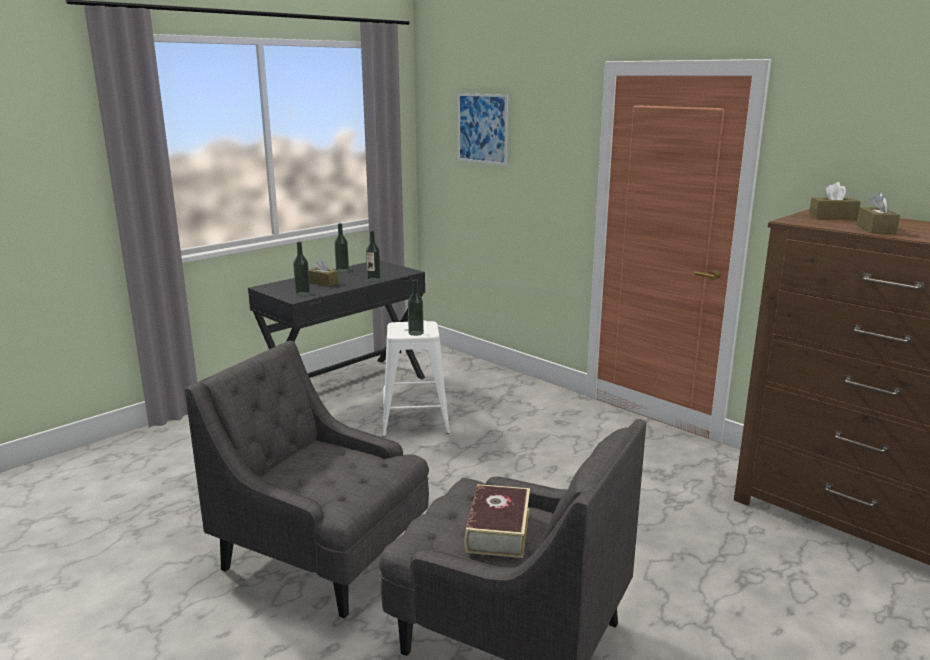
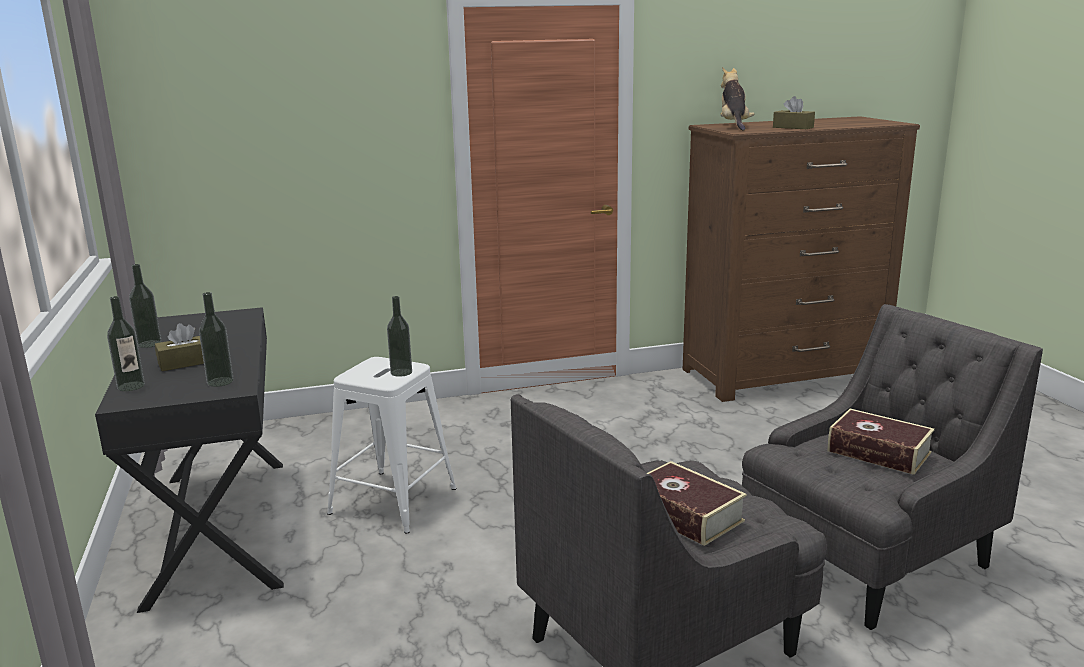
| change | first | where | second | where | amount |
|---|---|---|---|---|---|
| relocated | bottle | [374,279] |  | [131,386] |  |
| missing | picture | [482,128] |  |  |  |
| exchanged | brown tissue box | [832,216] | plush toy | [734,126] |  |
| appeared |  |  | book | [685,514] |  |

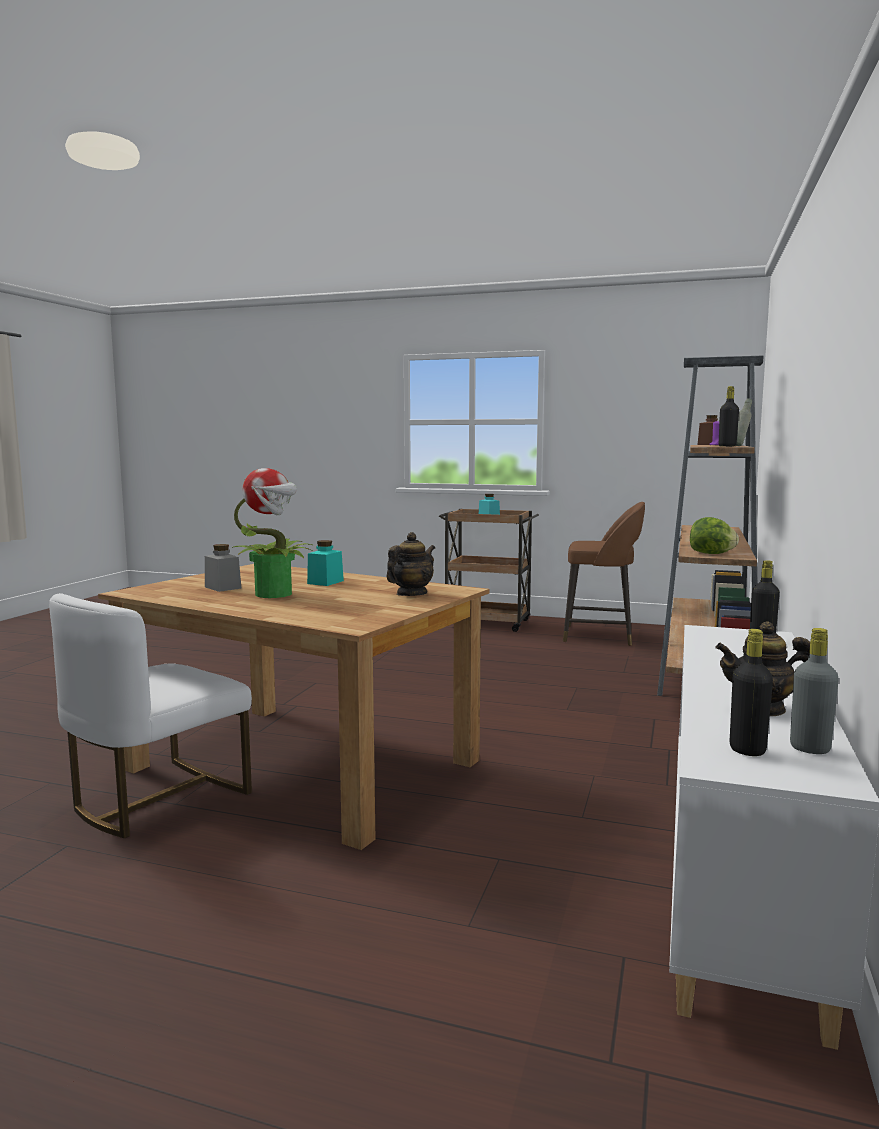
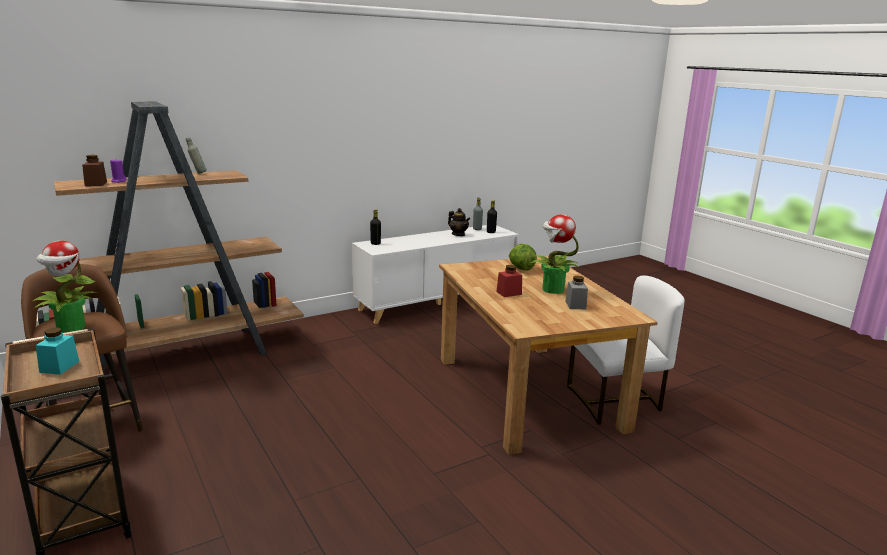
| change | first | where | second | where | amount |
|---|---|---|---|---|---|
| colour | turquoise jar | [325,582] | red jar | [509,293] |  |
| missing | teapot | [411,594] |  |  |  |
| relocated | lettuce | [711,554] |  | [521,268] |  |
| missing | black bottle | [727,446] |  |  |  |
| appeared |  |  | potted plant | [71,328] |  |

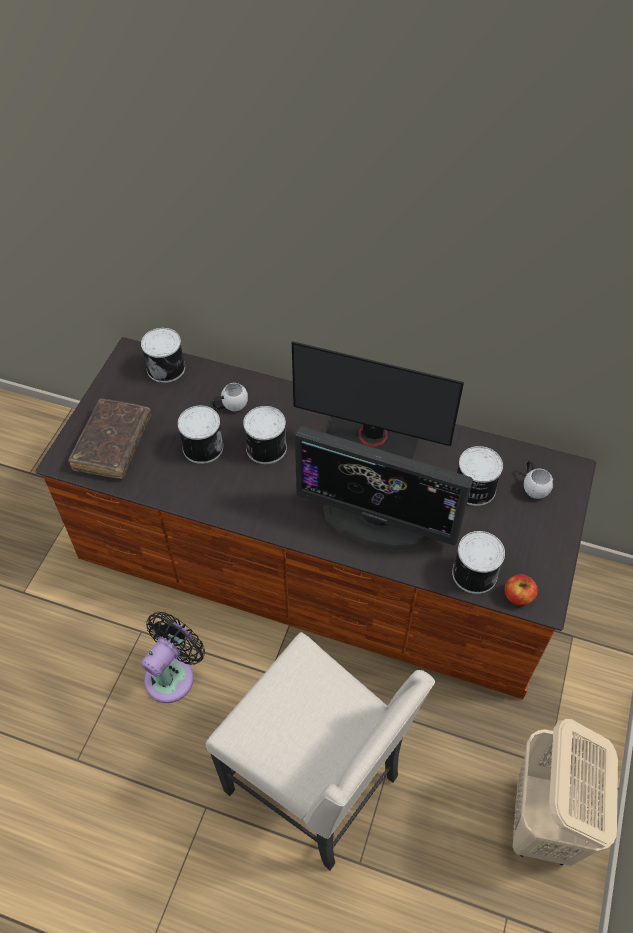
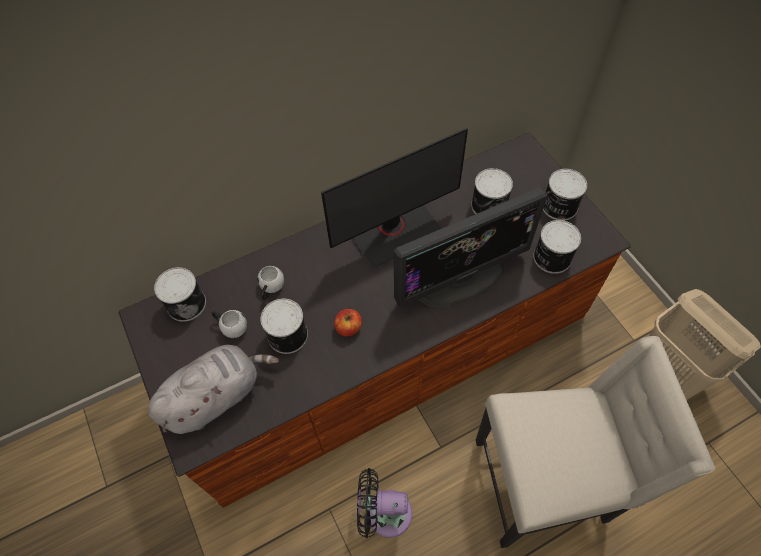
| change | first | where | second | where | amount |
|---|---|---|---|---|---|
| exchanged | brown book | [113,444] | grey plush toy | [216,396] |  |
| spun | black fan | [173,674] |  | [384,513] | 75 degrees counterclockwise |
| relocated | can | [265,447] |  | [558,206] |  |
| relocated | apple | [518,596] |  | [348,327] |  |
| relocated | white mug | [533,486] |  | [231,327] |  |

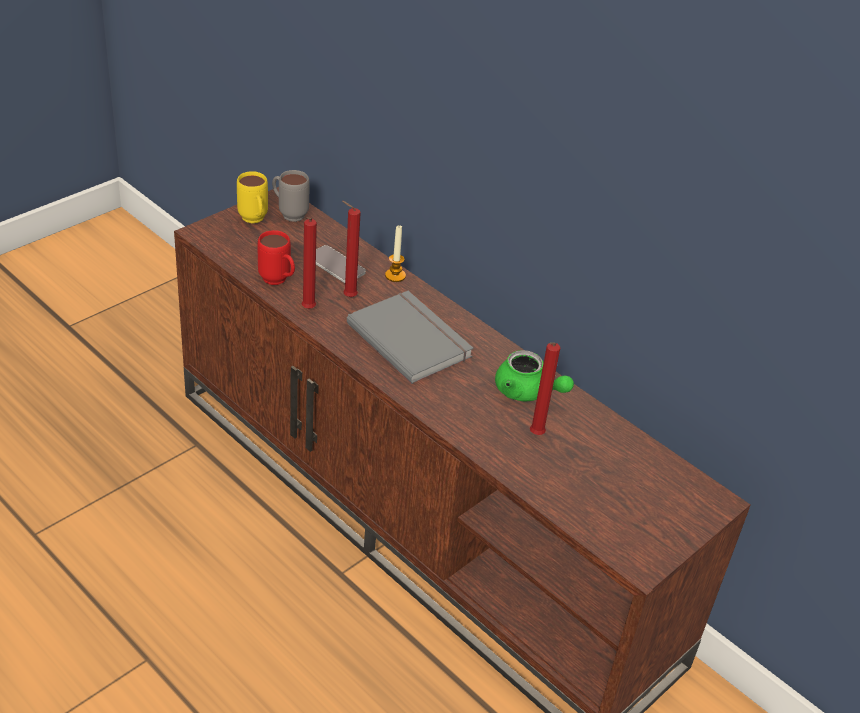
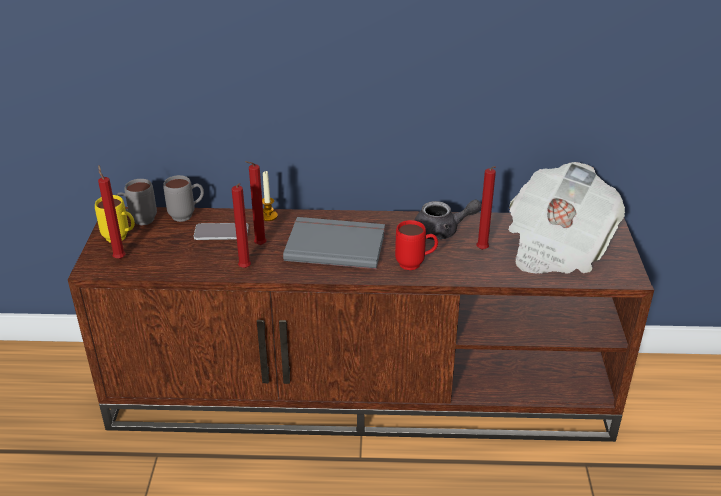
| change | first | where | second | where | amount |
|---|---|---|---|---|---|
| relocated | red mug | [278,282] |  | [415,264] |  |
| colour | green teapot | [527,392] | grey teapot | [442,231] |  |
| appeared |  |  | red candle | [119,257] |  |
| appeared |  |  | grey mug | [187,215] |  |
| appeared |  |  | newspaper | [556,246] |  |

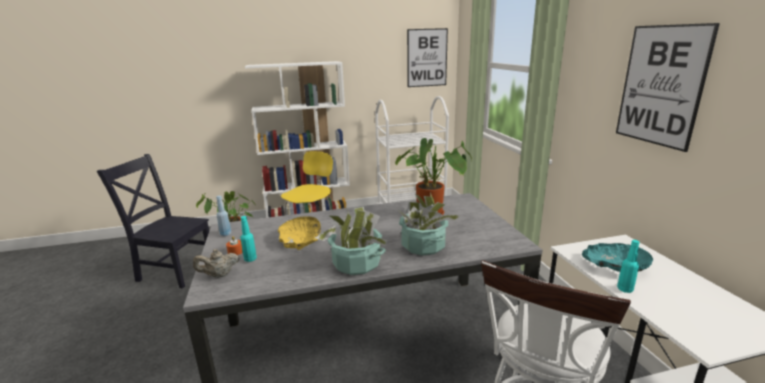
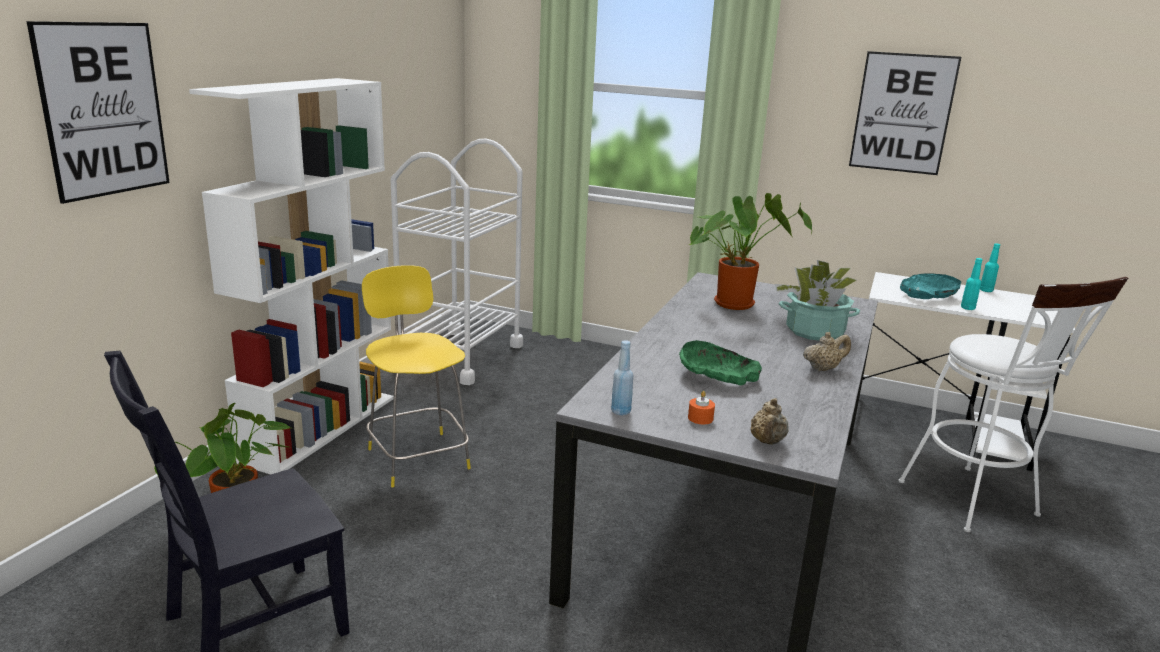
| change | first | where | second | where | amount |
|---|---|---|---|---|---|
| relocated | turquoise bottle | [250,259] |  | [986,290] |  |
| colour | yellow bowl | [301,240] | green bowl | [716,376] |  |
| exchanged | potted plant | [356,264] | beige teapot | [823,368] |  |
| relocated | picture | [427,58] |  | [104,110] |  |

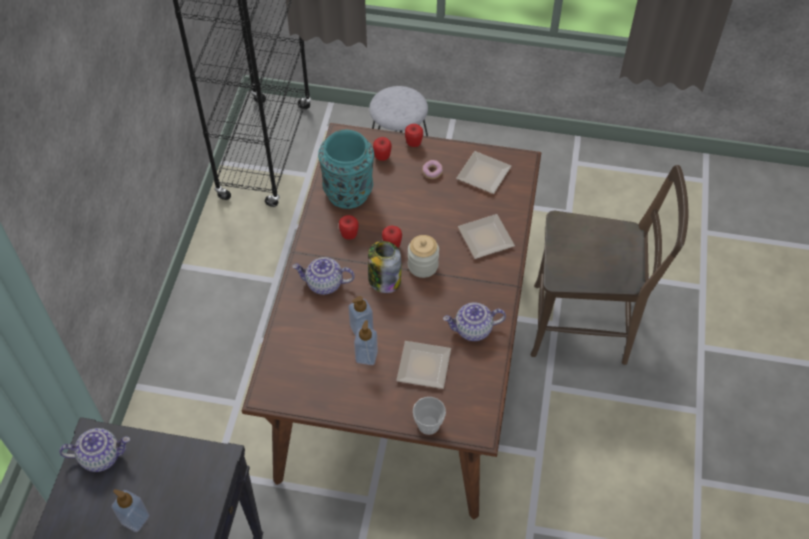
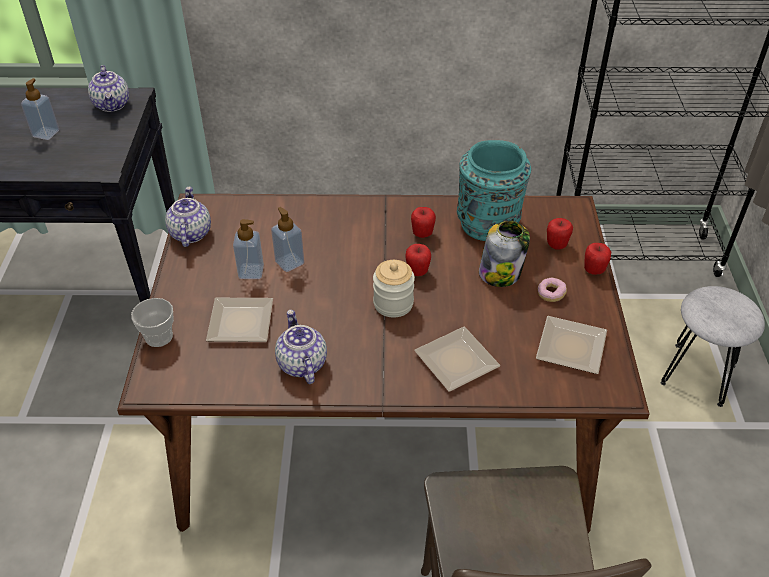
| change | first | where | second | where | amount |
|---|---|---|---|---|---|
| relocated | teapot | [324,284] |  | [190,233] |  |
| relocated | jar | [384,279] |  | [500,273] |  |

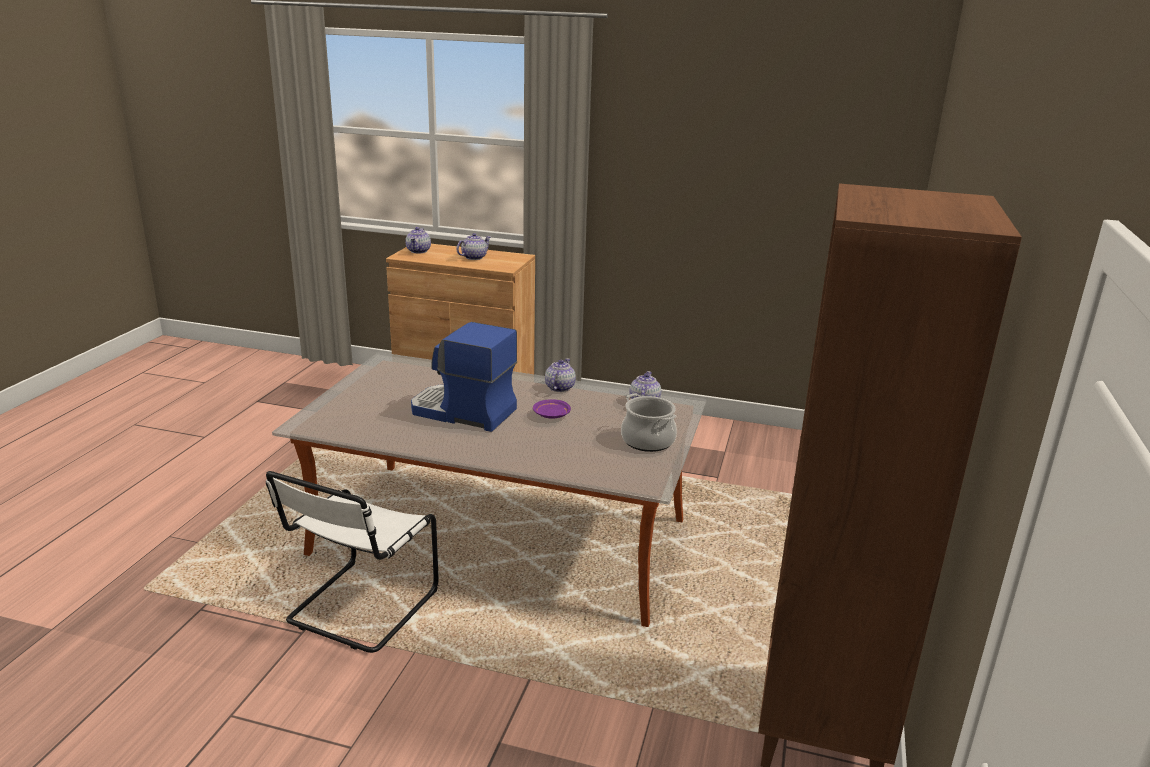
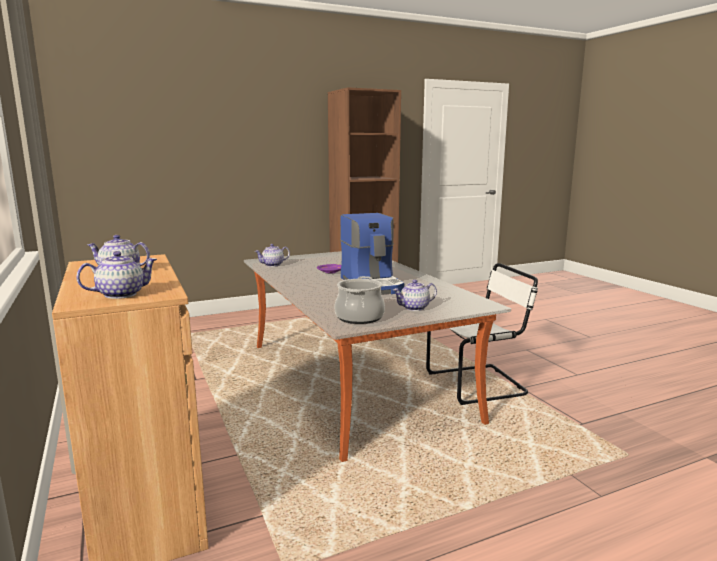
| change | first | where | second | where | amount |
|---|---|---|---|---|---|
| relocated | teapot | [559,387] |  | [414,308] |  |
| relocated | cooking pot | [647,441] |  | [359,317] |  |

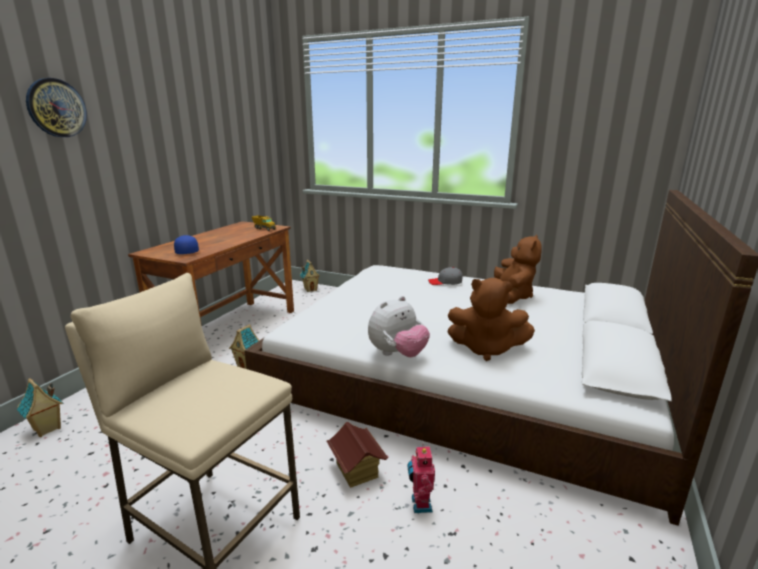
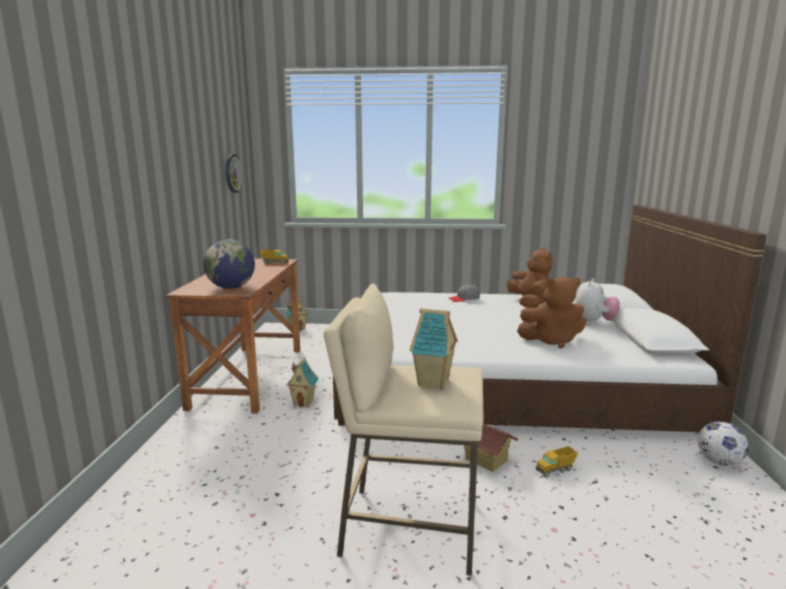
| change | first | where | second | where | amount |
|---|---|---|---|---|---|
| relocated | toy house | [47,429] |  | [434,383] |  |
| relocated | wall clock | [56,108] |  | [232,173] |  |
| exchanged | blue cap | [187,252] | globe | [231,287] |  |
| relocated | plush toy | [397,354] |  | [593,323] |  |
| exchanged | toy robot | [420,504] | toy truck | [555,470] |  |
| appeared |  |  | football | [719,462] |  |

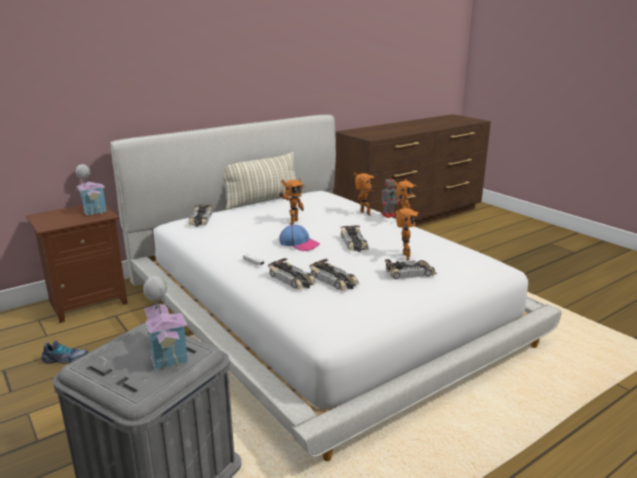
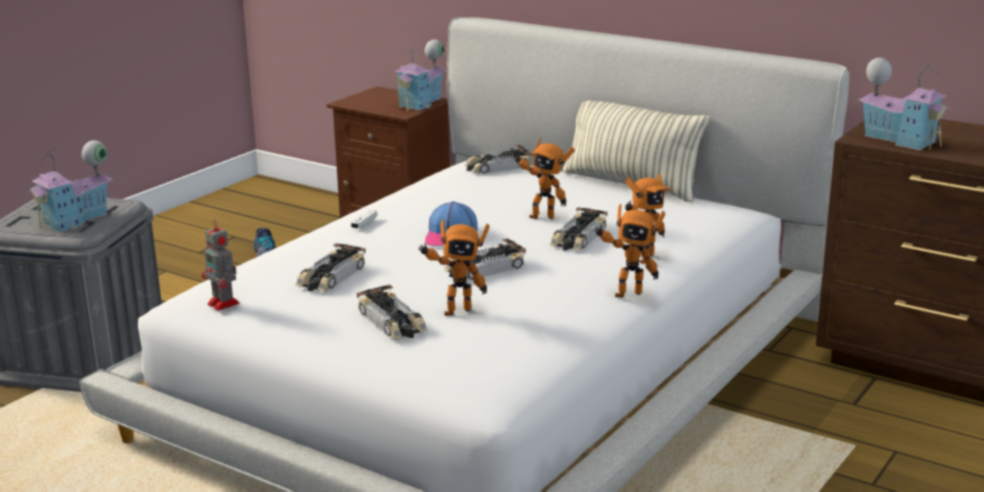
| change | first | where | second | where | amount |
|---|---|---|---|---|---|
| relocated | toy car | [292,280] |  | [578,238] |  |
| relocated | toy robot | [389,215] |  | [224,304] |  |
| appeared |  |  | toy house | [900,140] |  |

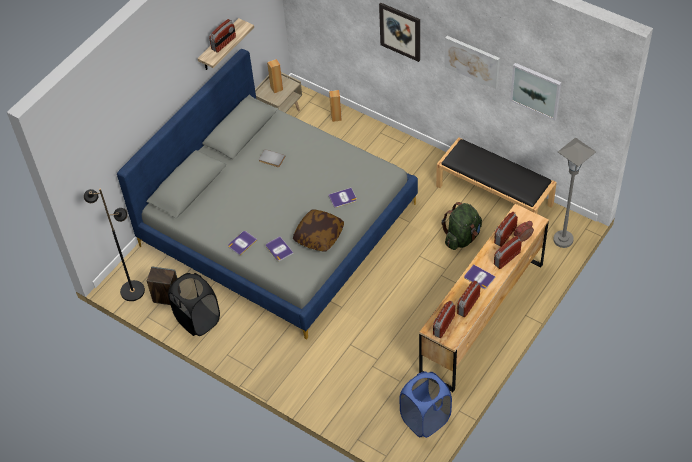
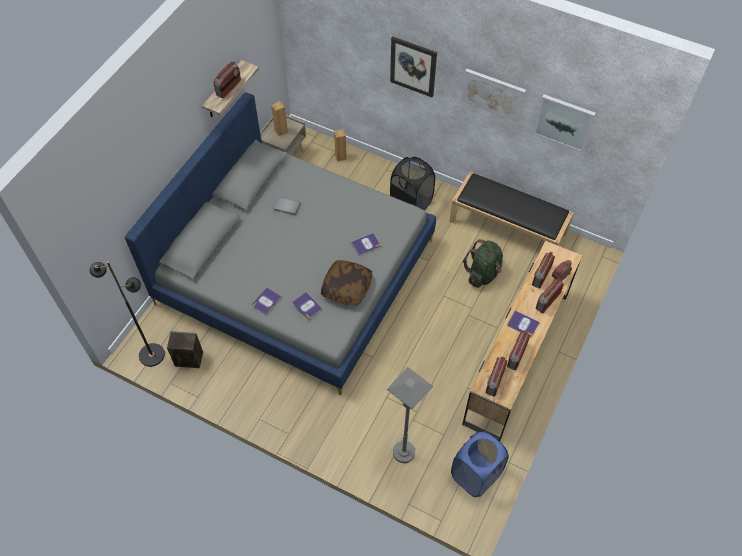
| change | first | where | second | where | amount |
|---|---|---|---|---|---|
| relocated | black laundry basket | [198,320] |  | [411,202] |  |
| relocated | grey floor lamp | [563,240] |  | [403,452] |  |

